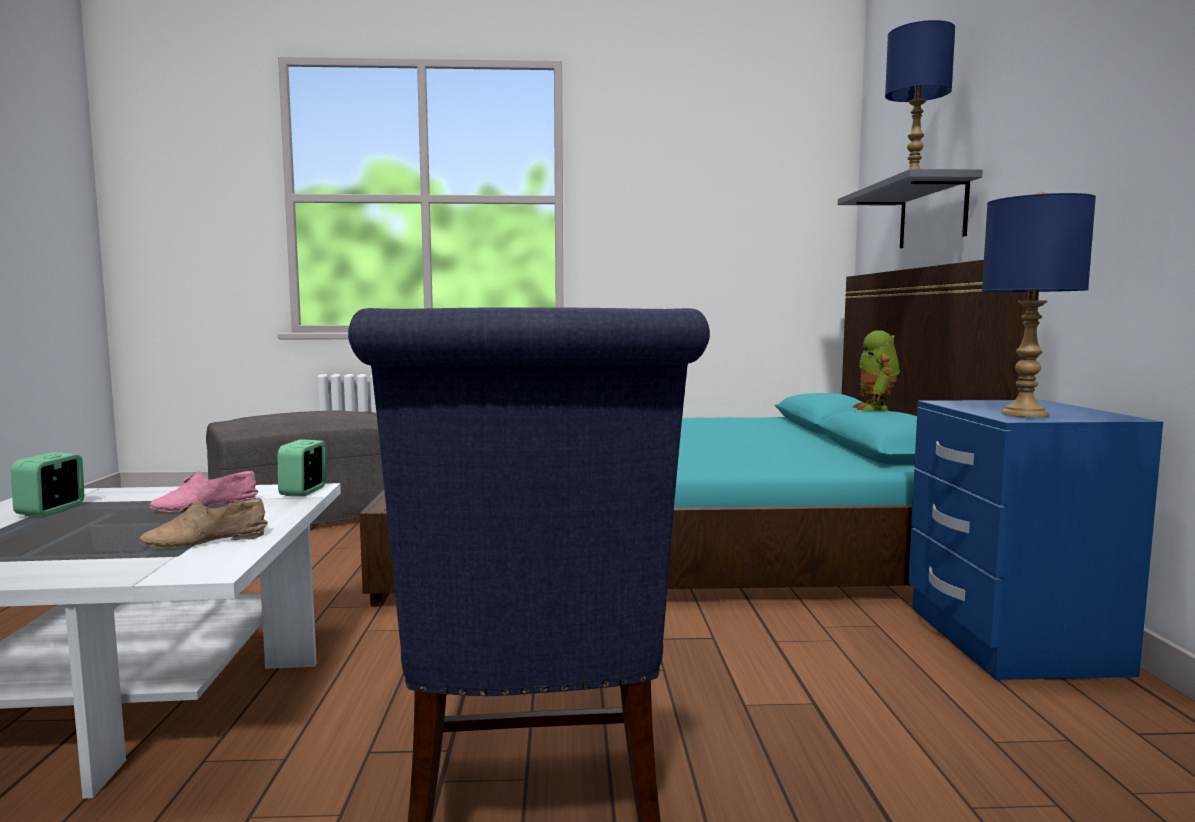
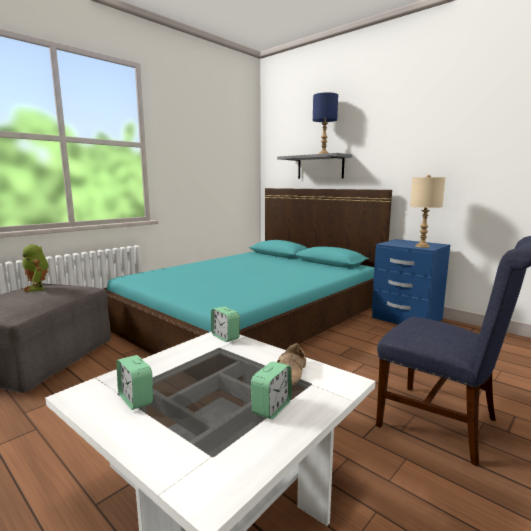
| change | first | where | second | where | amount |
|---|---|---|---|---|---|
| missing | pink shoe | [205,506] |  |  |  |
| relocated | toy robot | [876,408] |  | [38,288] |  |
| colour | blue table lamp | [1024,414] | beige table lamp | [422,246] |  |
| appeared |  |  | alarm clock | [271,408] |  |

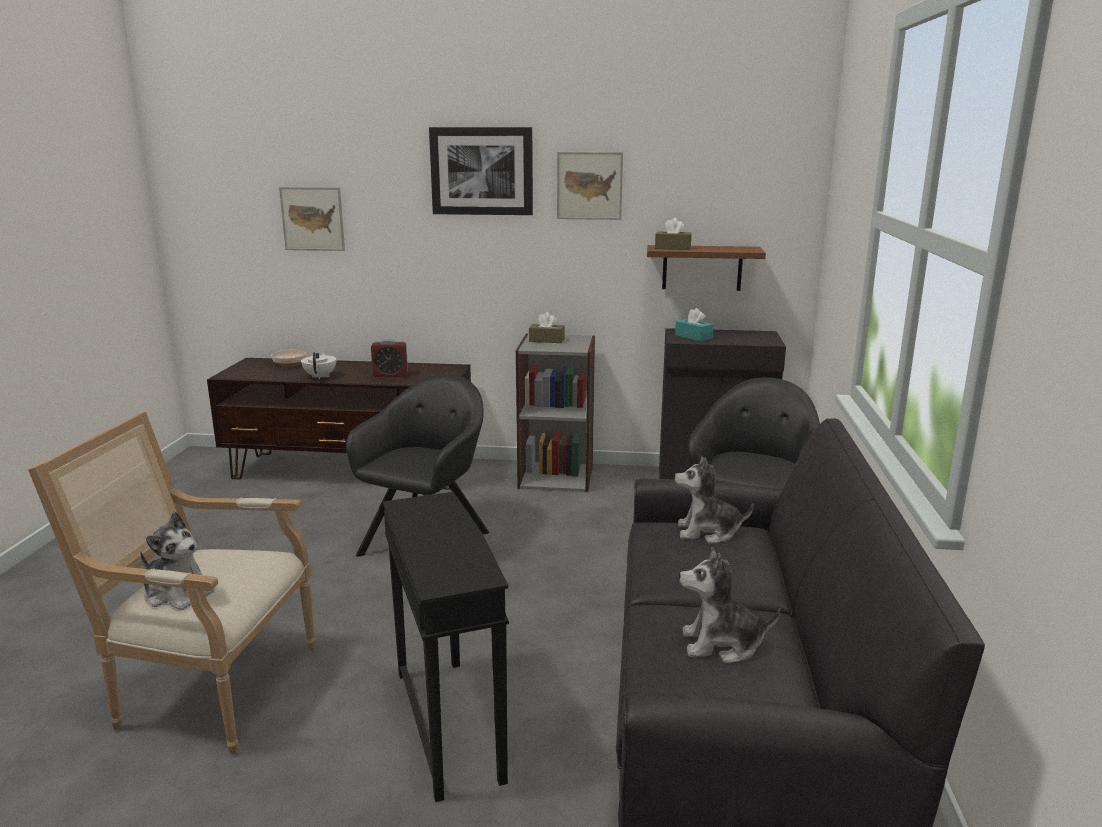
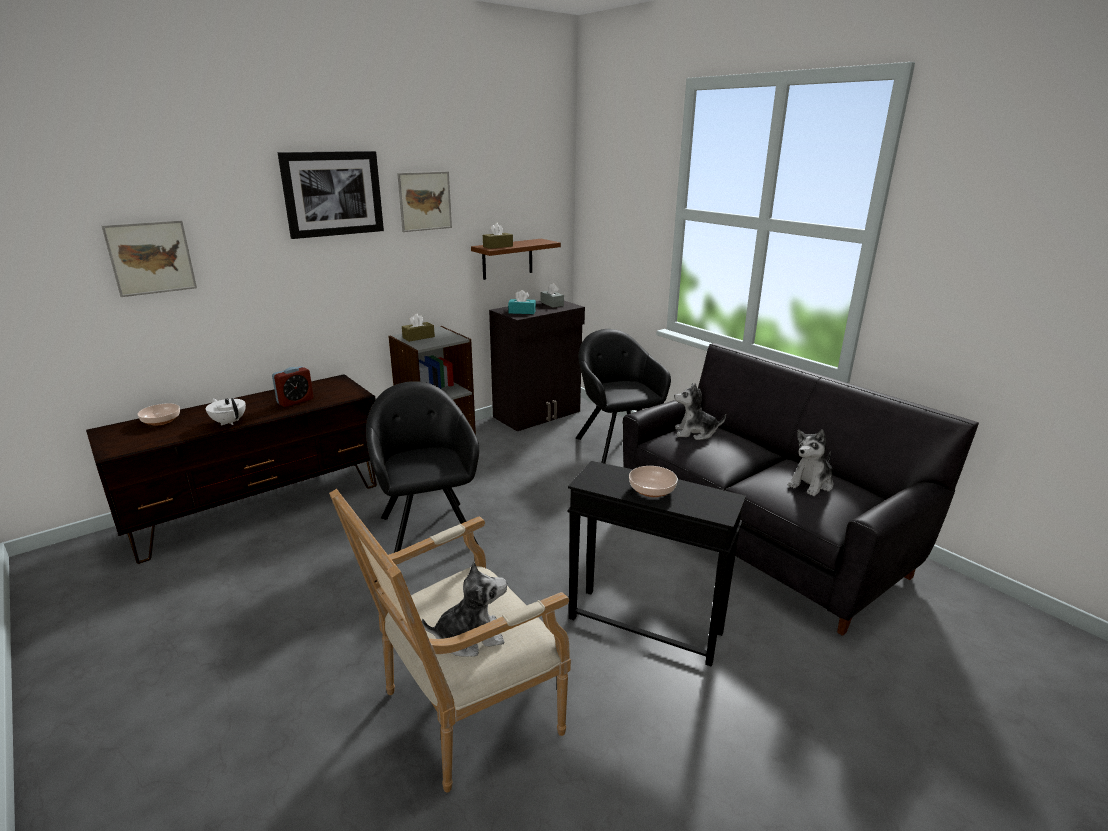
| change | first | where | second | where | amount |
|---|---|---|---|---|---|
| spun | plush toy | [708,532] |  | [695,433] | 45 degrees clockwise |
| appeared |  |  | grey tissue box | [552,304] |  |
| appeared |  |  | bowl | [652,490] |  |

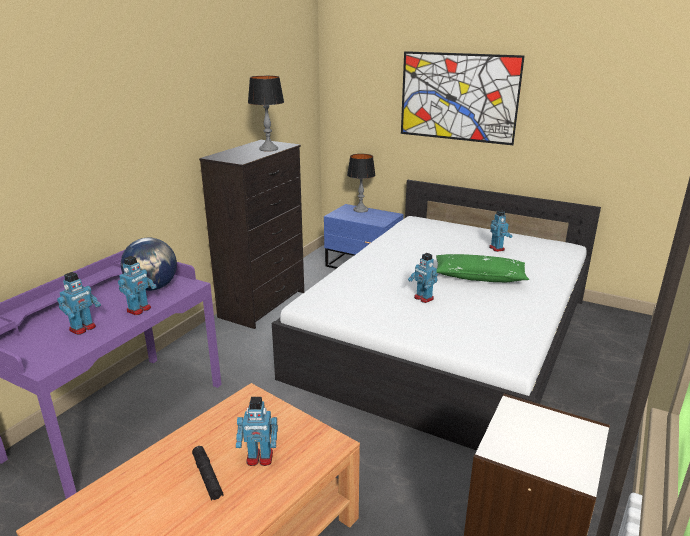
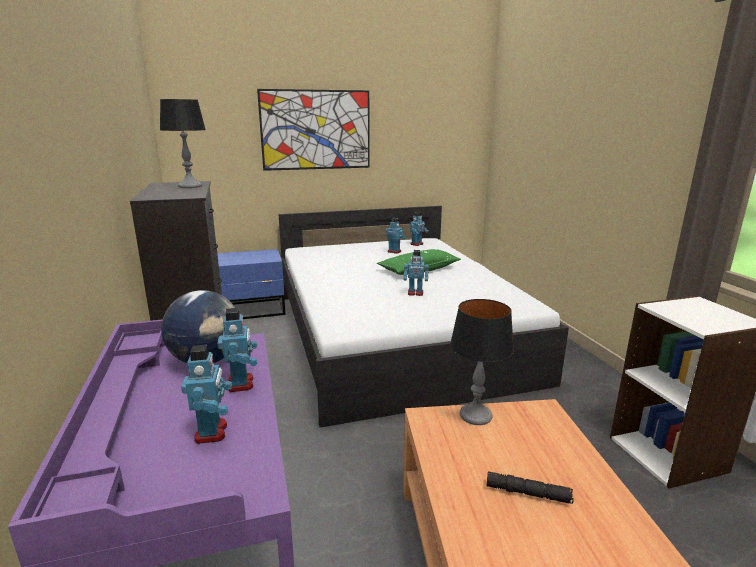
| change | first | where | second | where | amount |
|---|---|---|---|---|---|
| relocated | toy robot | [259,458] |  | [417,244] |  |
| relocated | table lamp | [360,210] |  | [475,415] |  |

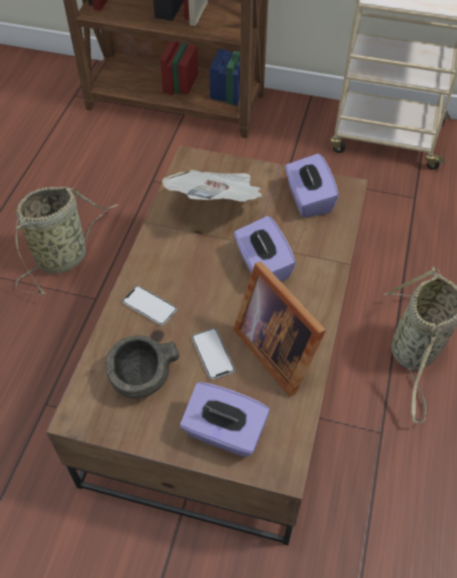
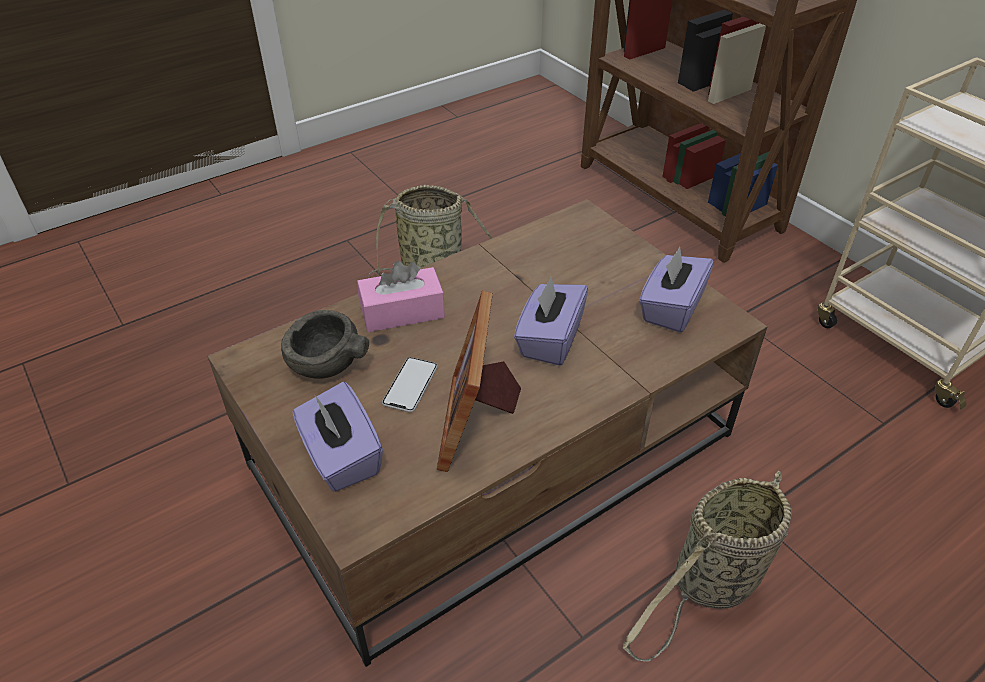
| change | first | where | second | where | amount |
|---|---|---|---|---|---|
| exchanged | phone | [149,306] | pink tissue box | [402,312] |  |
| missing | newspaper | [216,203] |  |  |  |

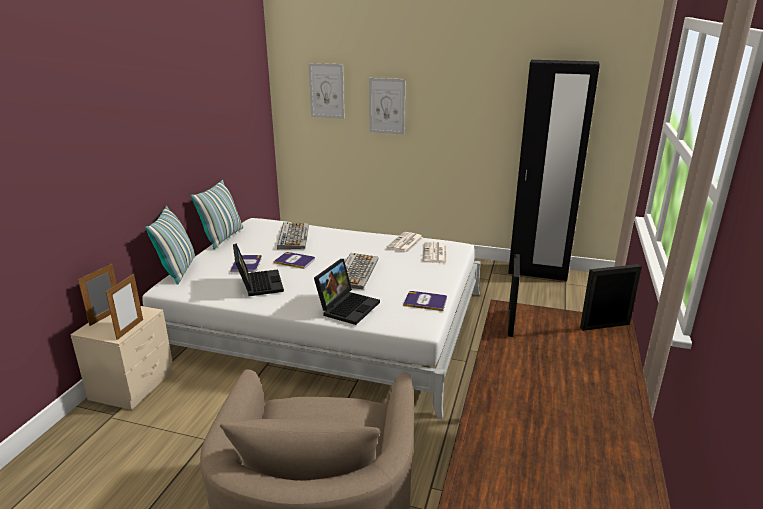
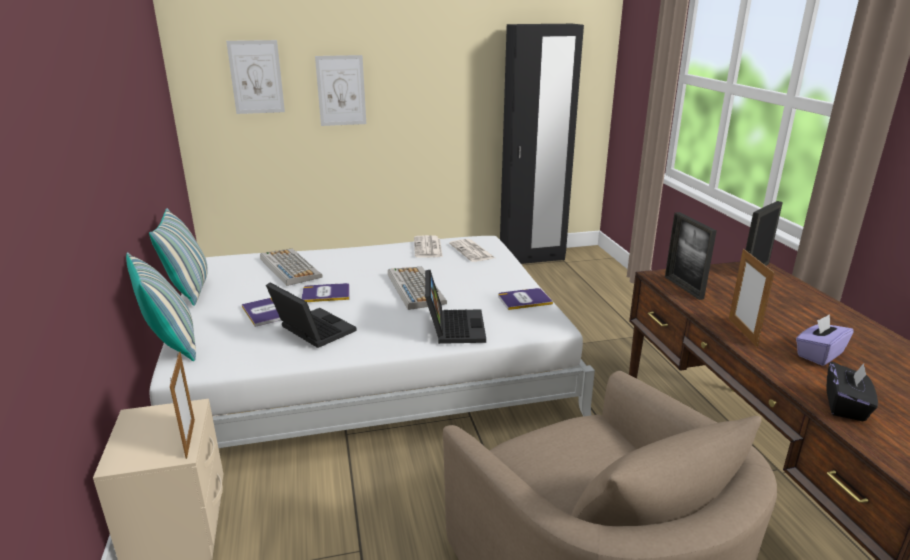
| change | first | where | second | where | amount |
|---|---|---|---|---|---|
| relocated | picture frame | [106,317] |  | [742,332] |  |
| appeared |  |  | purple tissue box | [819,354] |  |
| appeared |  |  | black tissue box | [845,406] |  |

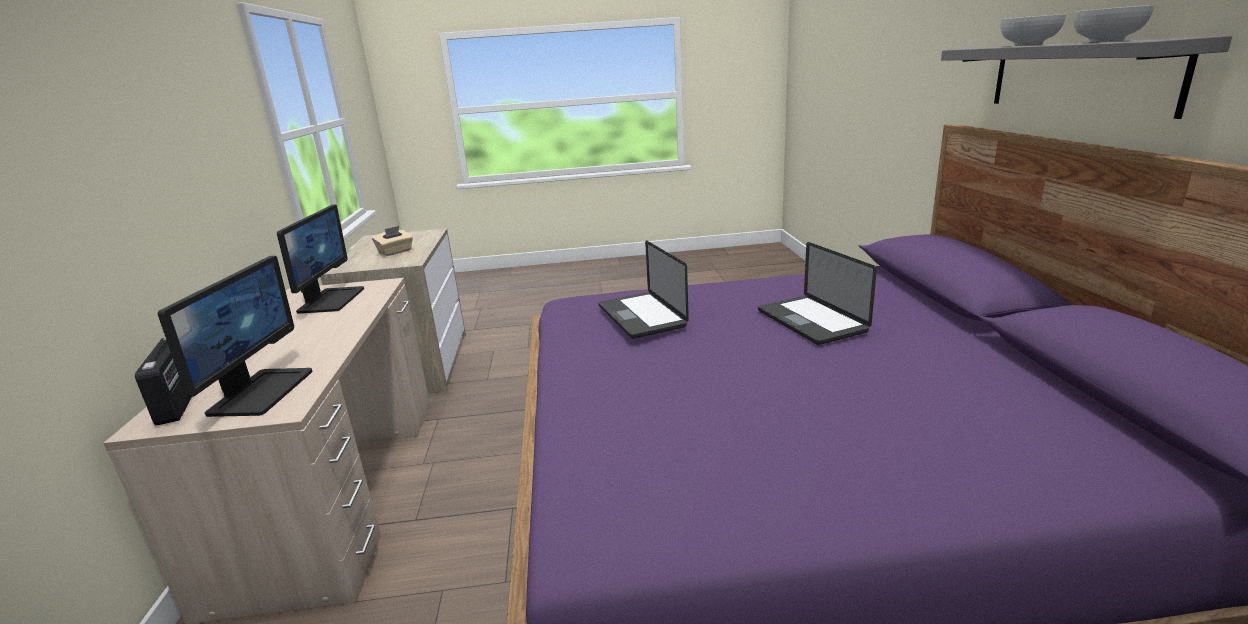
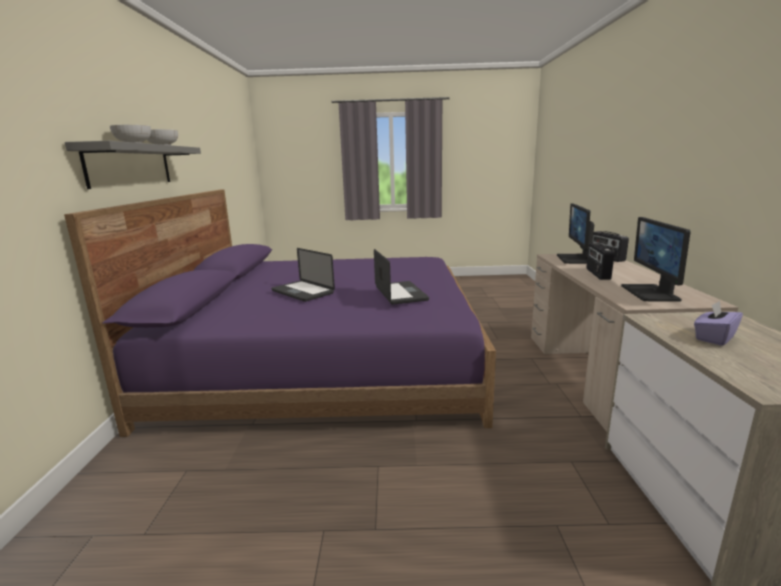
| change | first | where | second | where | amount |
|---|---|---|---|---|---|
| colour | beige tissue box | [395,252] | purple tissue box | [714,338] |  |
| spun | laptop | [811,321] |  | [302,292] | 150 degrees clockwise |
| appeared |  |  | radio | [597,274] |  |

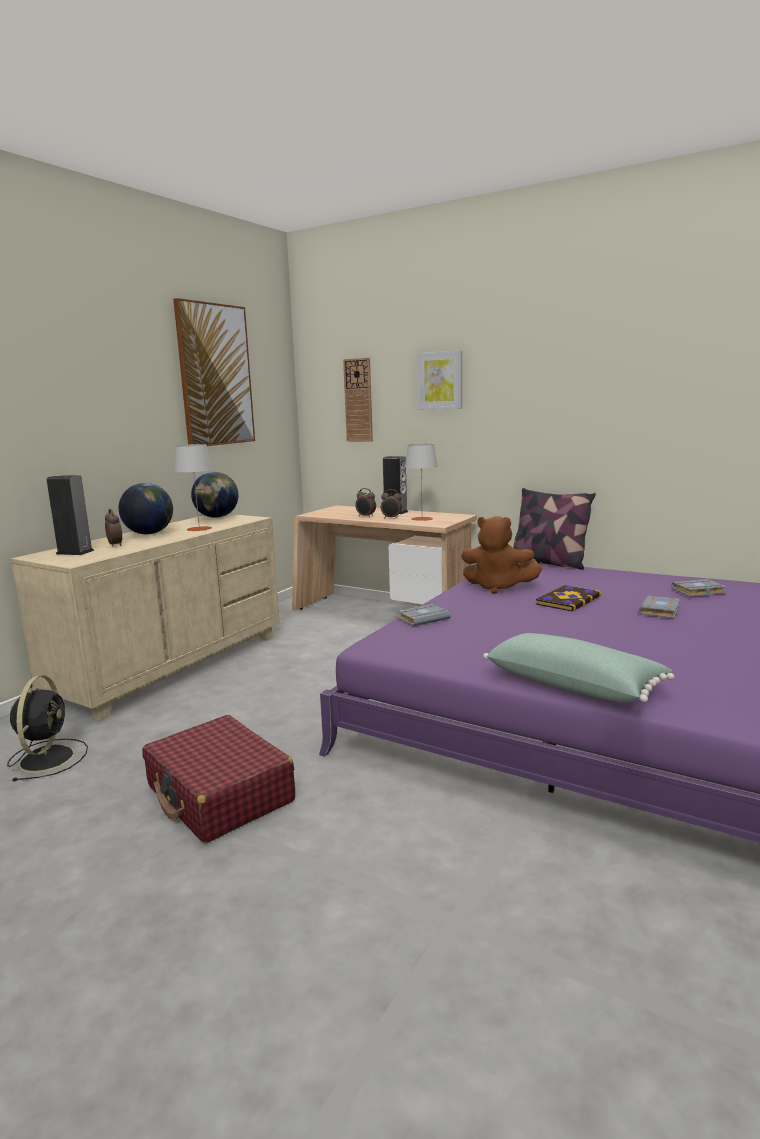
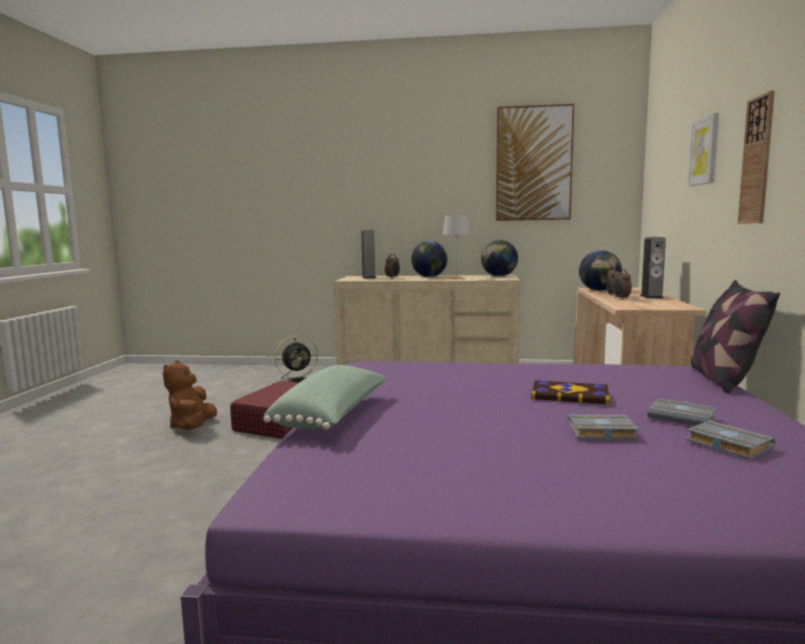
| change | first | where | second | where | amount |
|---|---|---|---|---|---|
| relocated | wall clock | [358,400] |  | [757,160] |  |
| relocated | grey book | [423,618] |  | [683,417] |  |
| missing | grey table lamp | [422,519] |  |  |  |
| relocated | brown plush toy | [497,587] |  | [192,427] |  |
| appeared |  |  | globe | [599,290] |  |

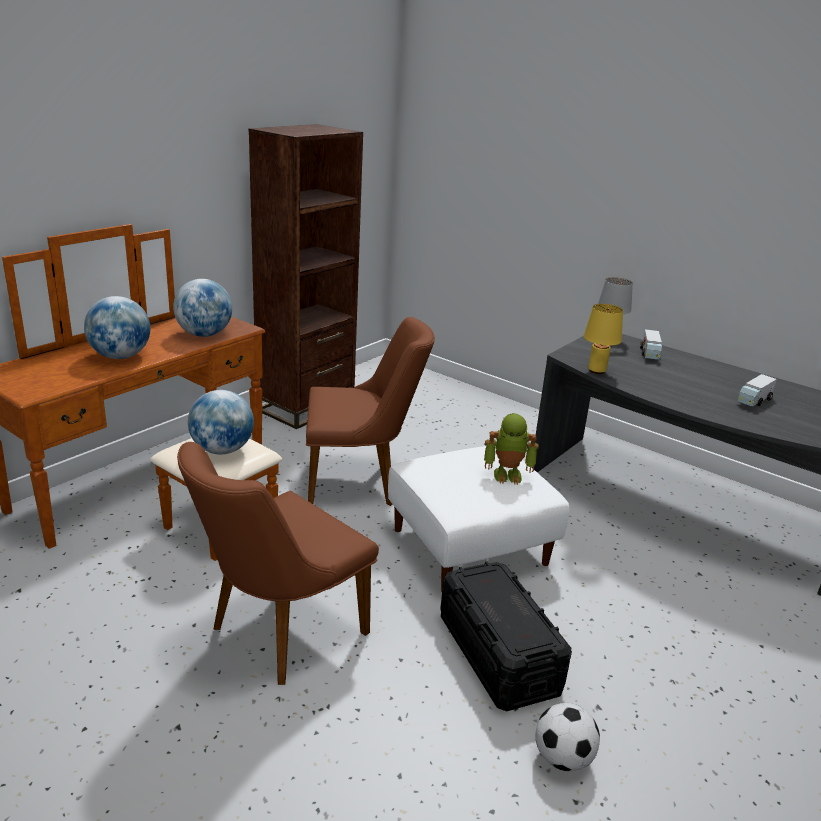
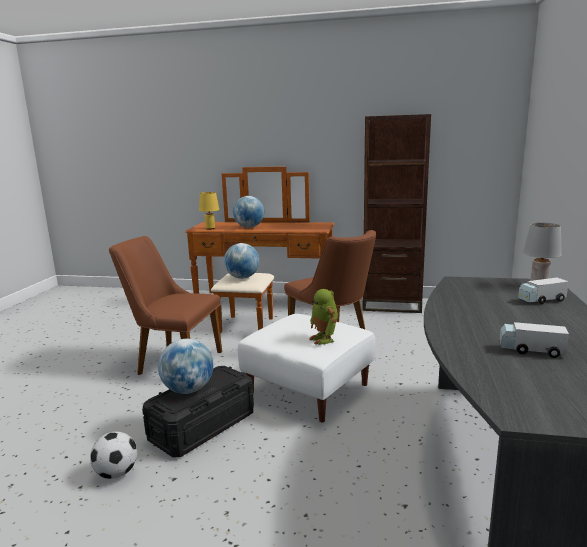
| change | first | where | second | where | amount |
|---|---|---|---|---|---|
| relocated | globe | [204,335] |  | [188,390] |  |
| relocated | yellow table lamp | [596,371] |  | [210,228] |  |

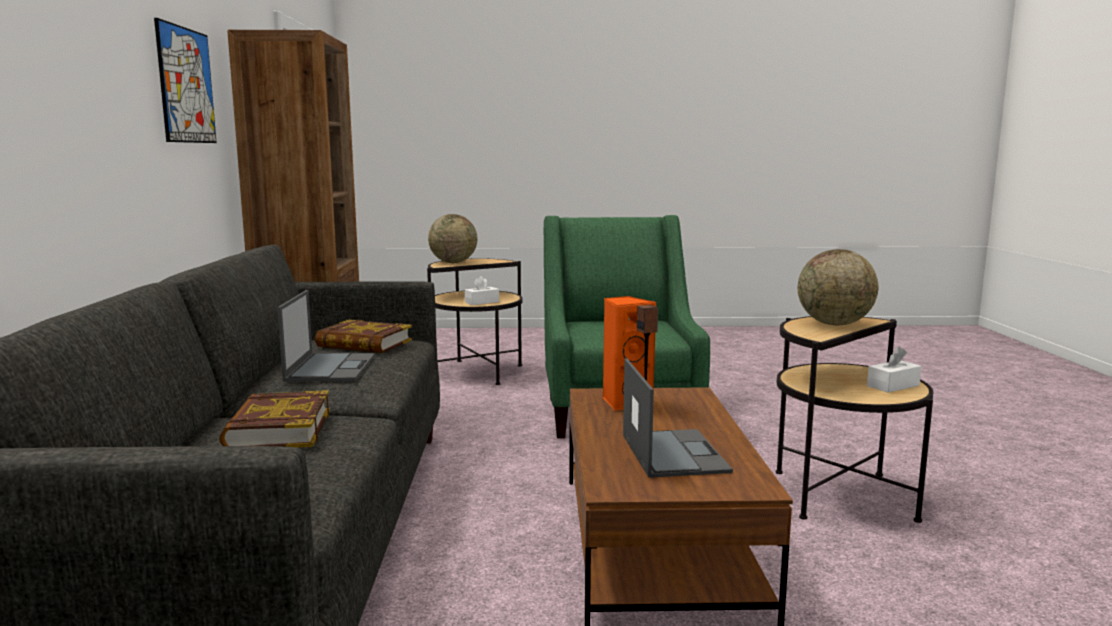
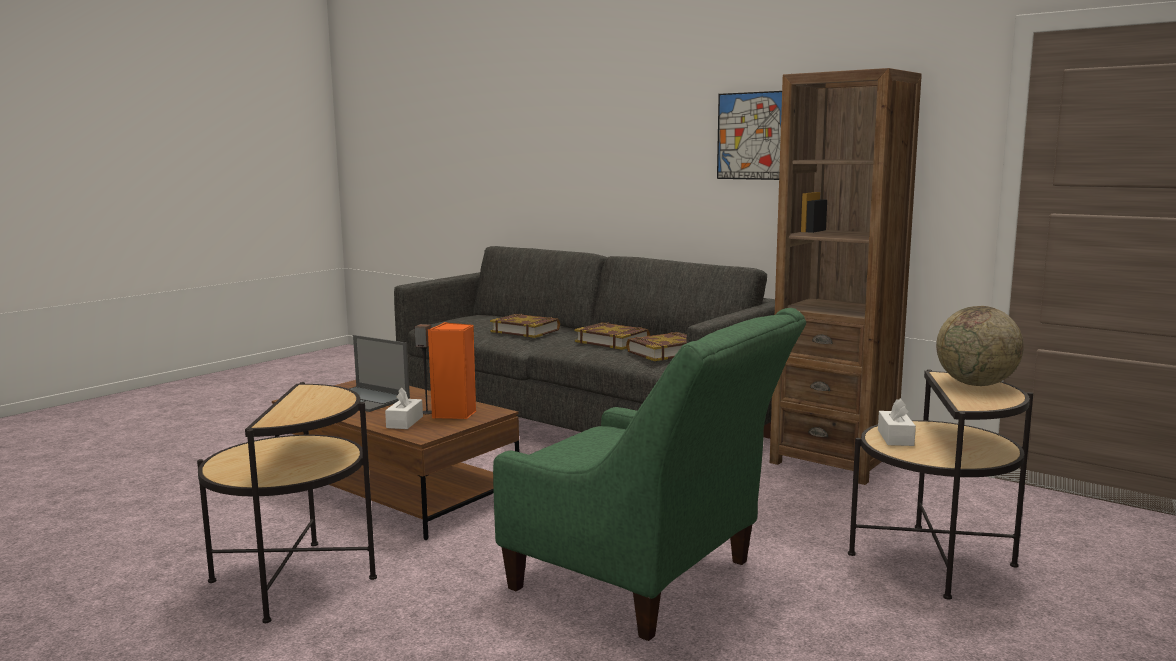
| change | first | where | second | where | amount |
|---|---|---|---|---|---|
| exchanged | laptop | [331,367] | book | [612,341] |  |
| missing | globe | [834,324] |  |  |  |
| relocated | white tissue box | [893,386] |  | [404,422] |  |

